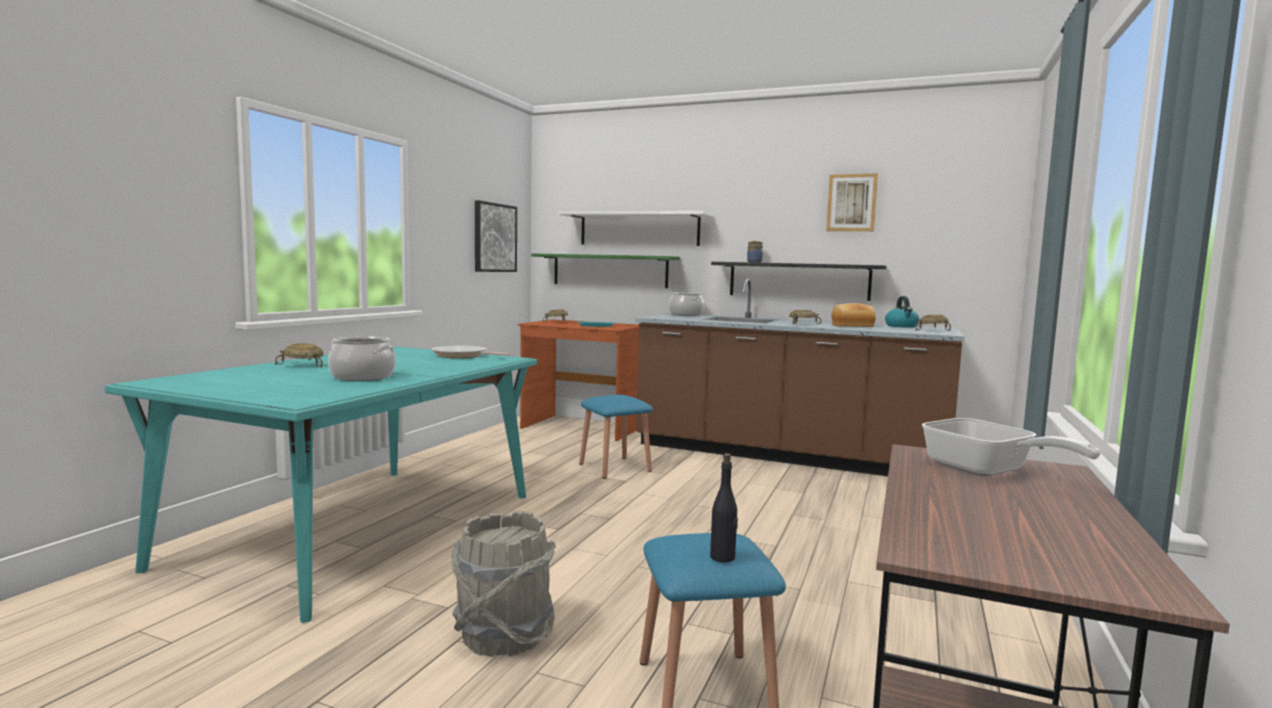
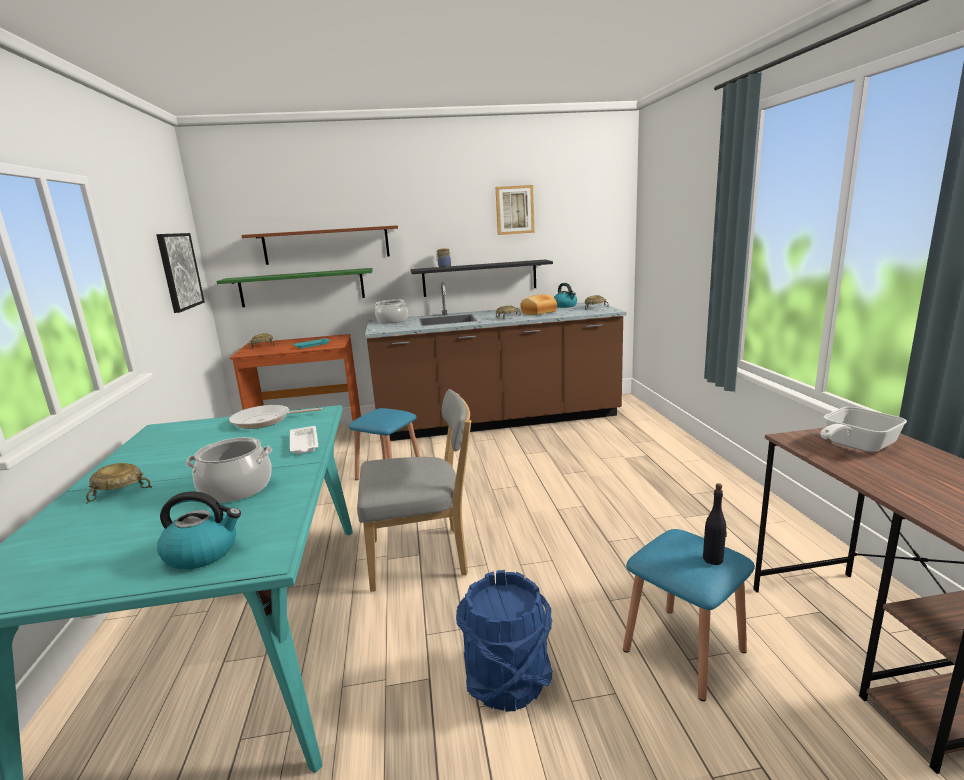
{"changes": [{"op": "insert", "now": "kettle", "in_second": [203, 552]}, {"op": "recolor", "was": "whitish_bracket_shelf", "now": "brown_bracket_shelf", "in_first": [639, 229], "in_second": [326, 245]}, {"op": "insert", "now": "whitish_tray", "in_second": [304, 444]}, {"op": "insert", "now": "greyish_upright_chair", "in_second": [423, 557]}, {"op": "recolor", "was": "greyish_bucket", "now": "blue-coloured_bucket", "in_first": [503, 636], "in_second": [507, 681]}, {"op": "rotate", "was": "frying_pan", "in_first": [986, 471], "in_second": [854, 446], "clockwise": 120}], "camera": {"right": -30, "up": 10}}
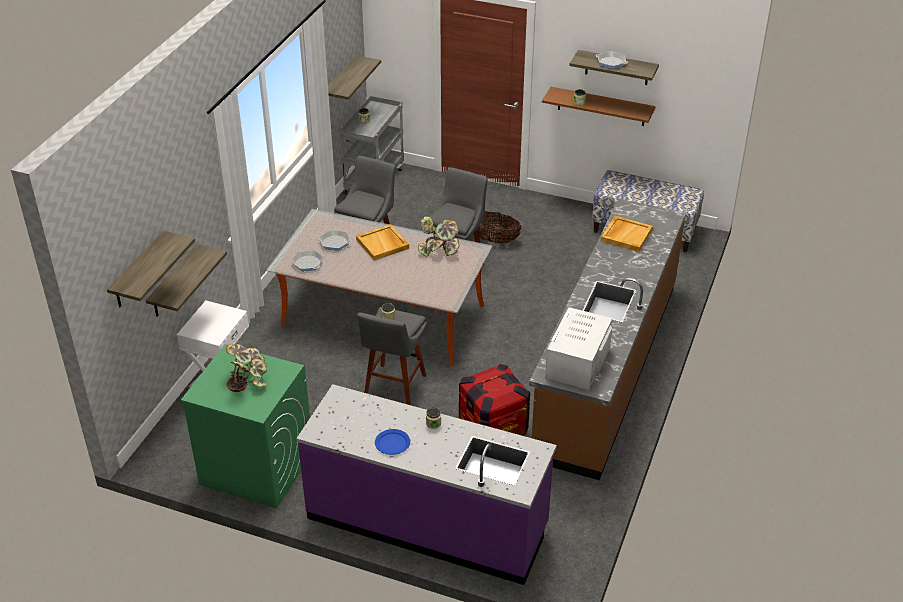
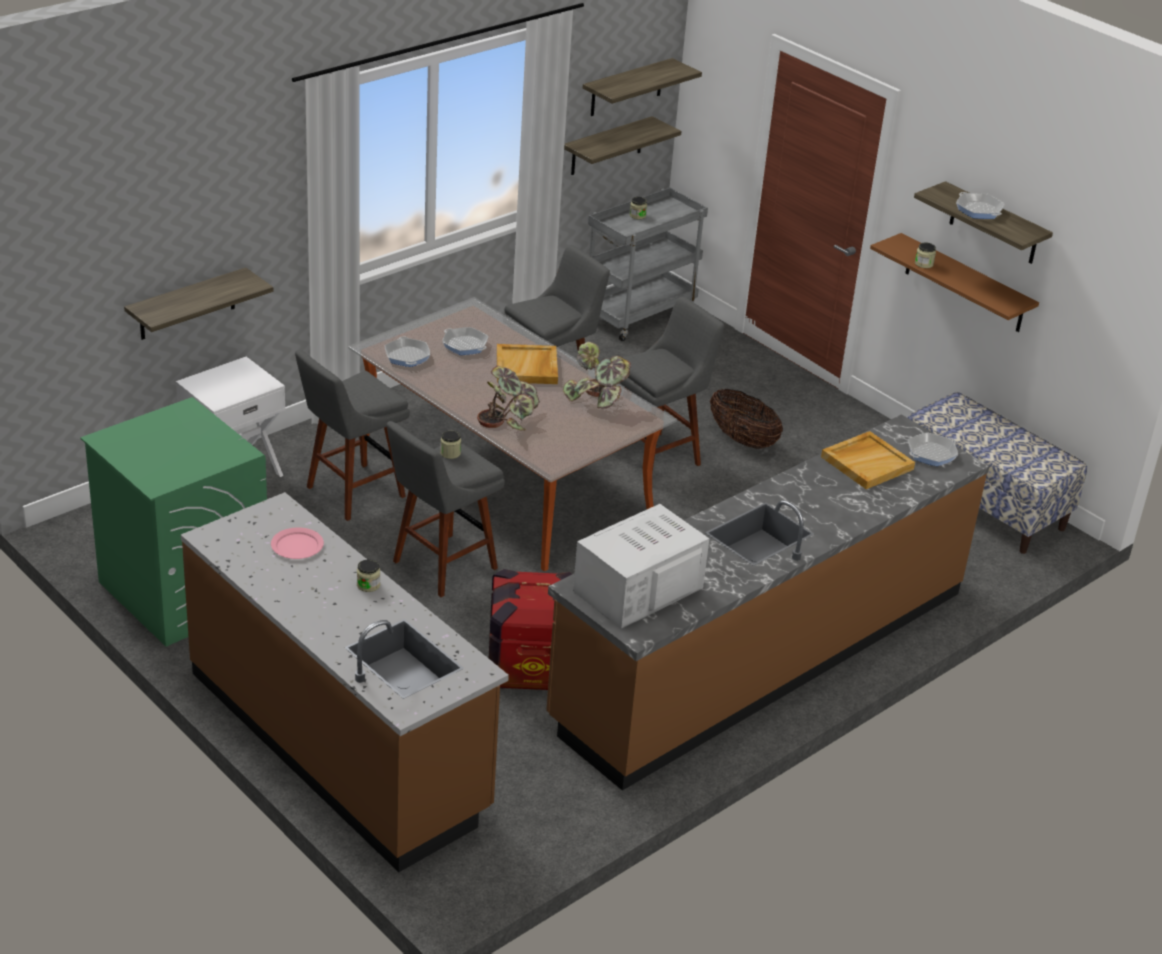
{"changes": [{"op": "recolor", "was": "purple_kitchen_base_unit", "now": "brown_kitchen_base_unit", "in_first": [427, 522], "in_second": [339, 742]}, {"op": "insert", "now": "pink-coloured_flat_dish", "in_second": [297, 546]}, {"op": "insert", "now": "greyish_sitting_stool", "in_second": [351, 493]}, {"op": "move", "was": "potted_plant", "in_first": [248, 378], "in_second": [509, 418]}, {"op": "move", "was": "bracket_shelf", "in_first": [138, 271], "in_second": [626, 88]}, {"op": "insert", "now": "frying_pan", "in_second": [931, 453]}, {"op": "delete", "was": "blue-coloured_flat_dish", "in_first": [392, 443]}], "camera": {"right": 25, "up": -5}}
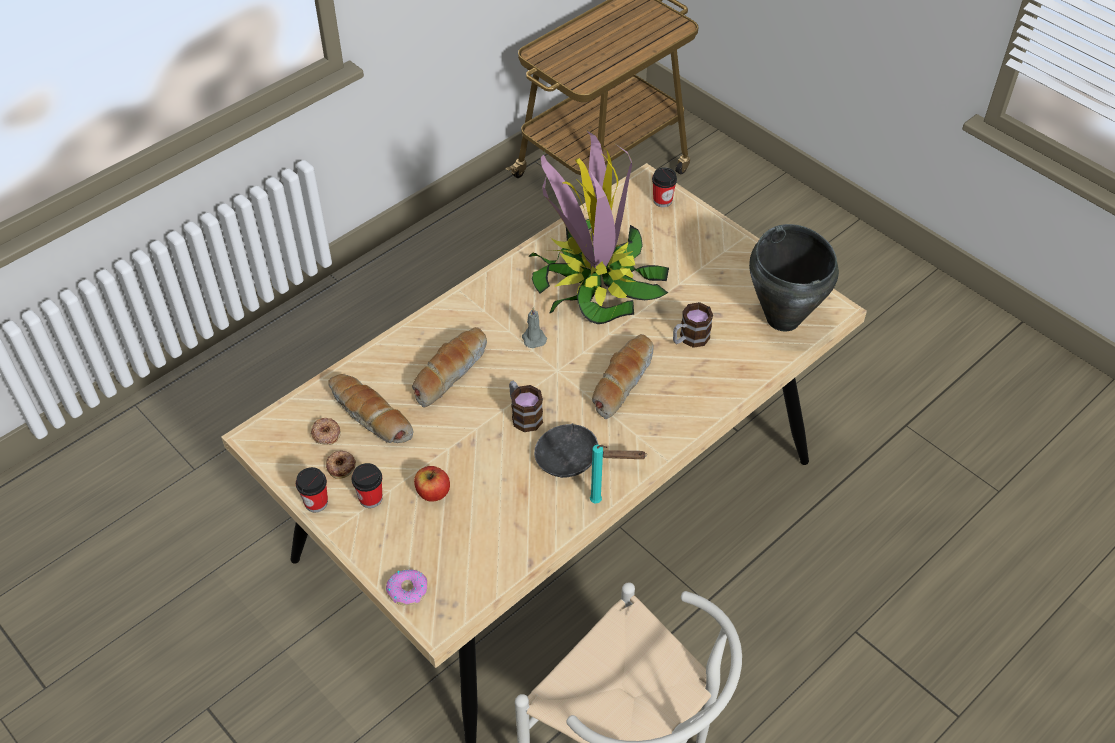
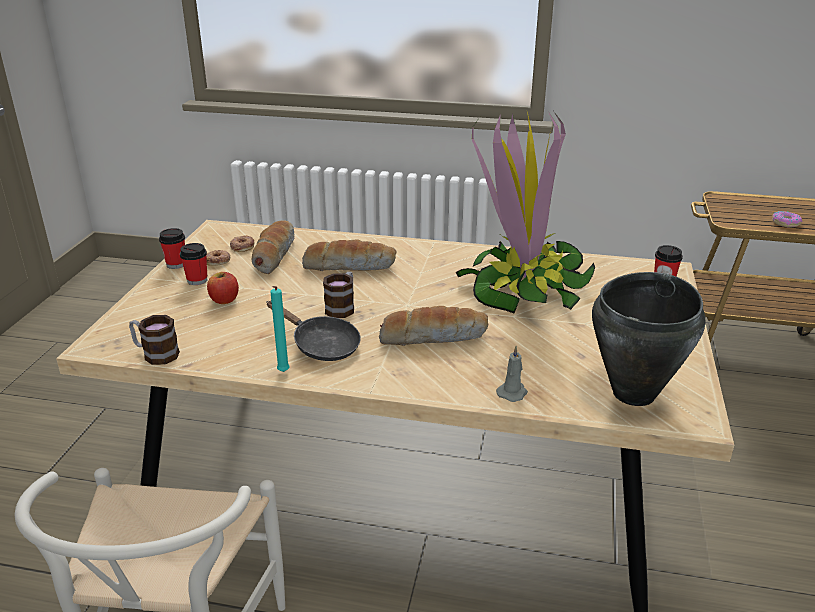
{"changes": [{"op": "move", "was": "coffee_mug", "in_first": [689, 339], "in_second": [155, 354]}, {"op": "rotate", "was": "black_frying_pan", "in_first": [574, 458], "in_second": [321, 345], "clockwise": 150}, {"op": "move", "was": "greyish_wax_candle", "in_first": [533, 338], "in_second": [512, 392]}, {"op": "move", "was": "doughnut", "in_first": [407, 590], "in_second": [785, 223]}], "camera": {"right": 55, "up": -20}}
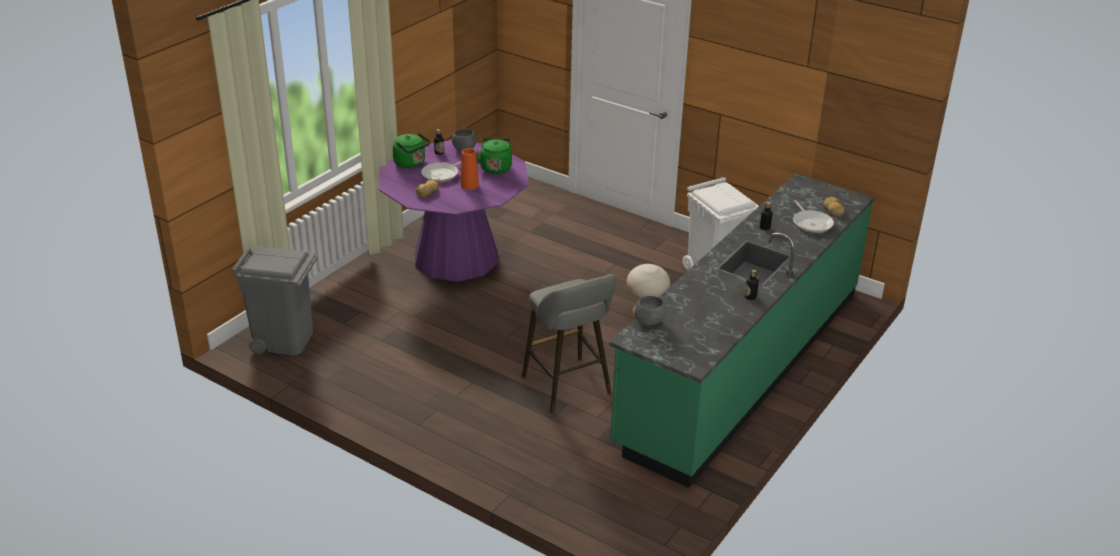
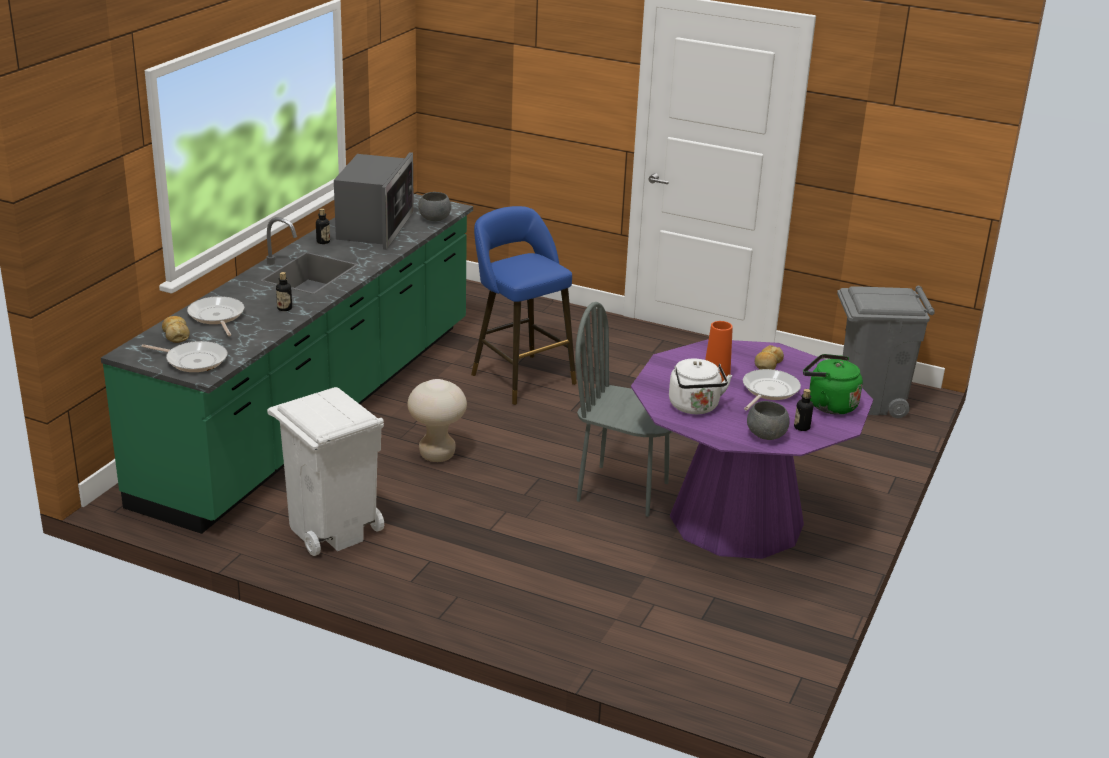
{"changes": [{"op": "insert", "now": "frying_pan", "in_second": [193, 360]}, {"op": "insert", "now": "kitchen_microwave", "in_second": [374, 227]}, {"op": "recolor", "was": "greyish_sitting_stool", "now": "blue-coloured_sitting_stool", "in_first": [569, 388], "in_second": [519, 377]}, {"op": "insert", "now": "greyish_upright_chair", "in_second": [623, 491]}, {"op": "recolor", "was": "green-coloured_kettle", "now": "whitish_kettle", "in_first": [495, 167], "in_second": [695, 407]}], "camera": {"right": 170, "up": -5}}
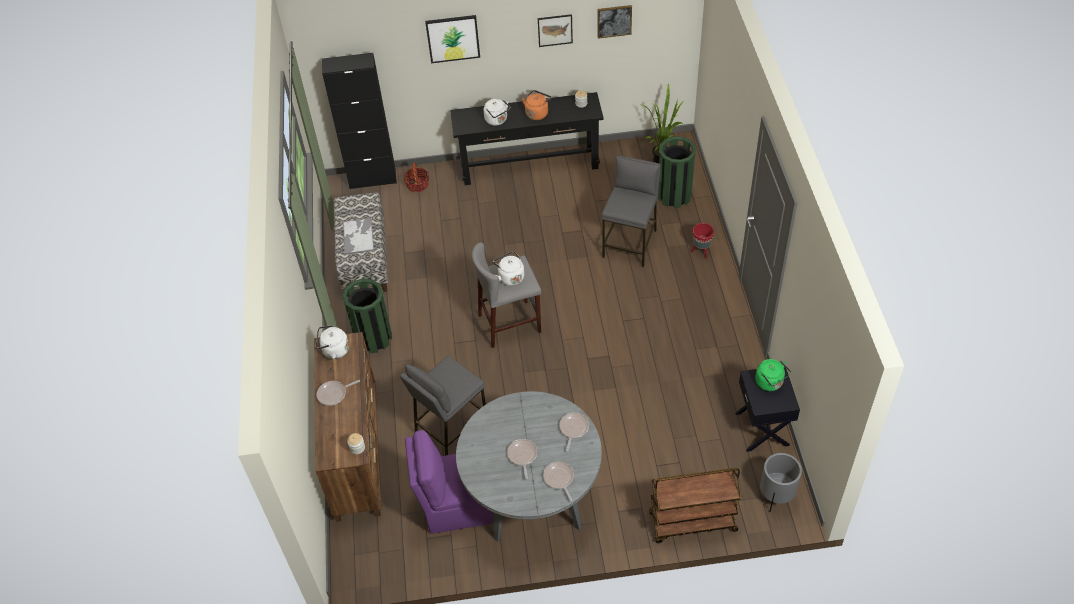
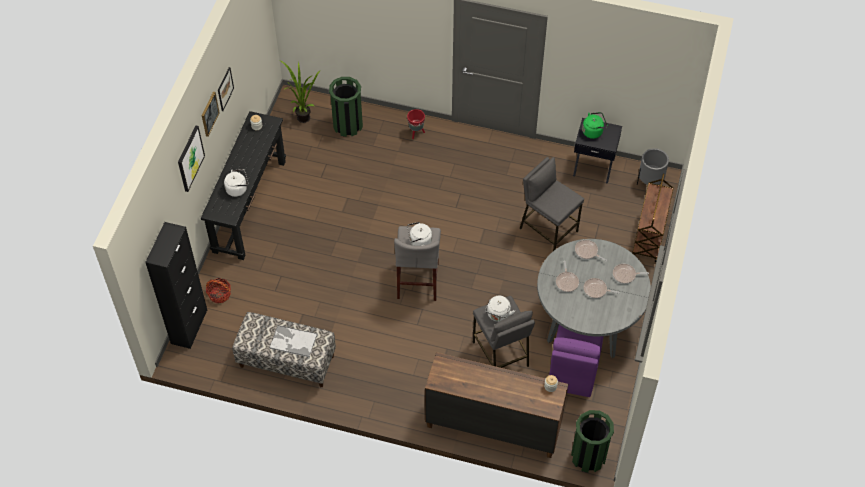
{"changes": [{"op": "move", "was": "wall_art", "in_first": [614, 21], "in_second": [209, 113]}, {"op": "move", "was": "whitish_kettle", "in_first": [334, 350], "in_second": [498, 315]}, {"op": "move", "was": "greyish_sitting_stool", "in_first": [630, 243], "in_second": [548, 230]}, {"op": "move", "was": "frying_pan", "in_first": [334, 394], "in_second": [567, 281]}, {"op": "move", "was": "green-coloured_waste_bin", "in_first": [373, 338], "in_second": [588, 456]}, {"op": "delete", "was": "orangey_kettle", "in_first": [537, 113]}], "camera": {"right": -70, "up": 5}}
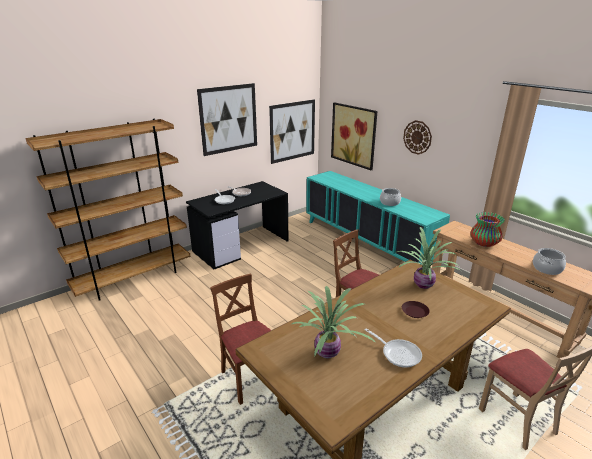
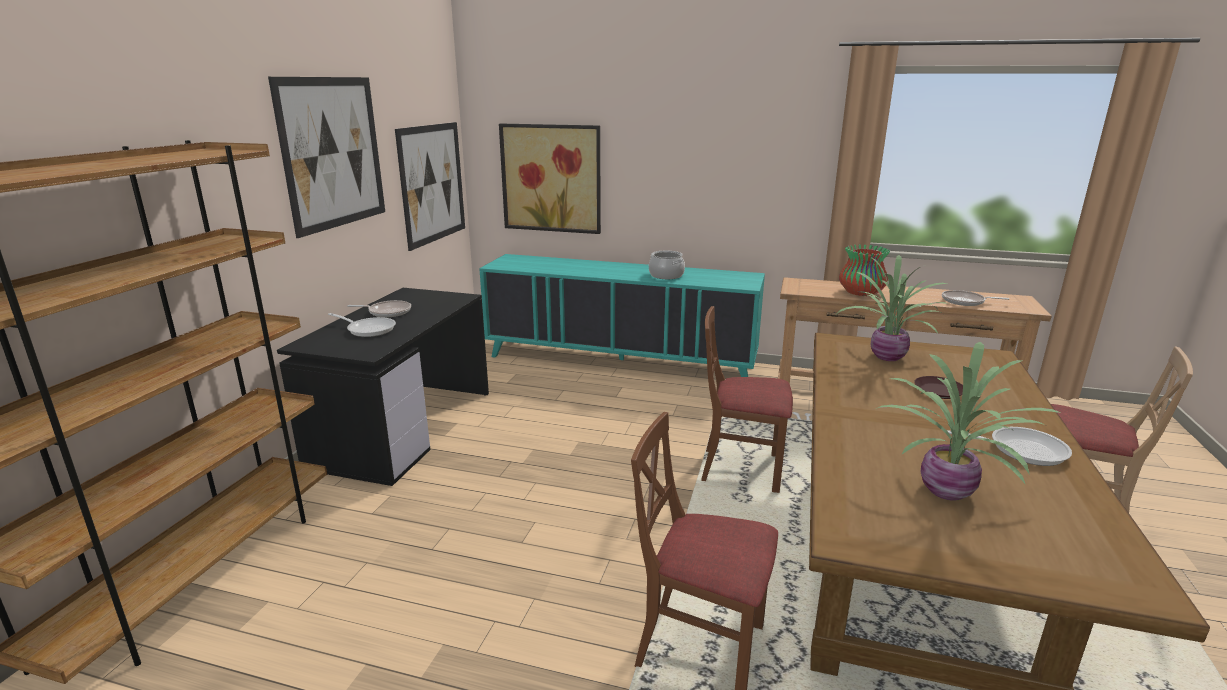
{"changes": [{"op": "replace", "was": "saucepot", "now": "frying_pan", "in_first": [547, 269], "in_second": [965, 302]}, {"op": "delete", "was": "wall_clock", "in_first": [417, 137]}], "camera": {"right": -35, "up": -5}}
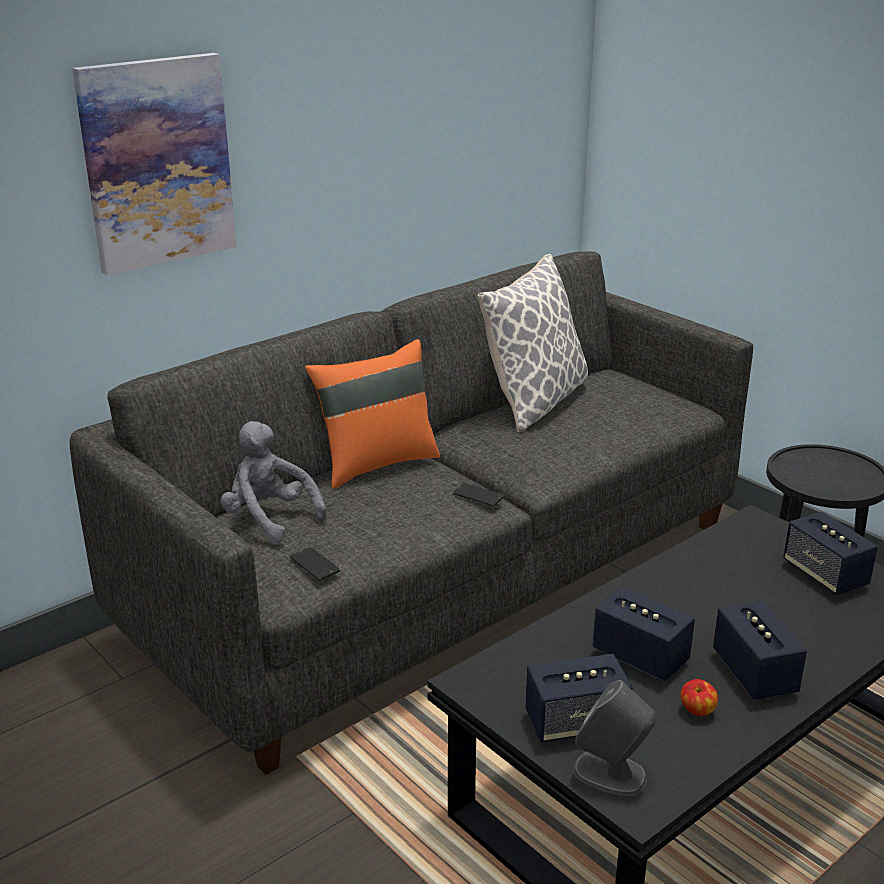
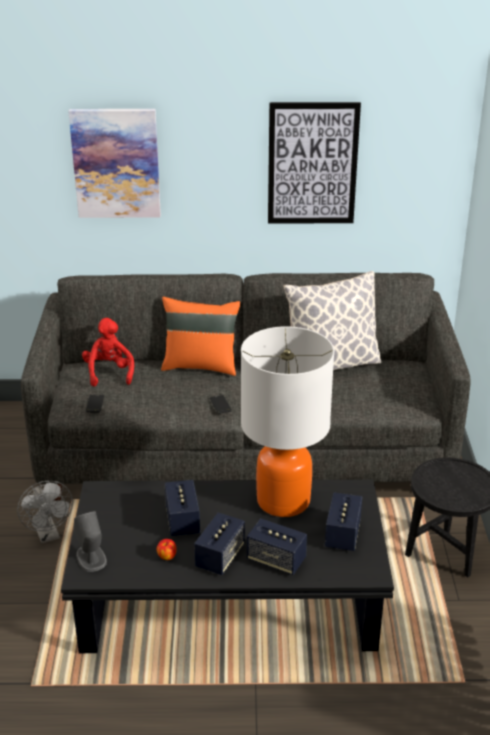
{"changes": [{"op": "insert", "now": "greyish_fan", "in_second": [48, 535]}, {"op": "recolor", "was": "greyish_soft_toy", "now": "reddish_soft_toy", "in_first": [269, 518], "in_second": [109, 373]}, {"op": "insert", "now": "lamp_for_a_table", "in_second": [283, 501]}, {"op": "move", "was": "speaker", "in_first": [575, 723], "in_second": [276, 560]}, {"op": "insert", "now": "wall_art", "in_second": [312, 164]}], "camera": {"right": 40, "up": 5}}
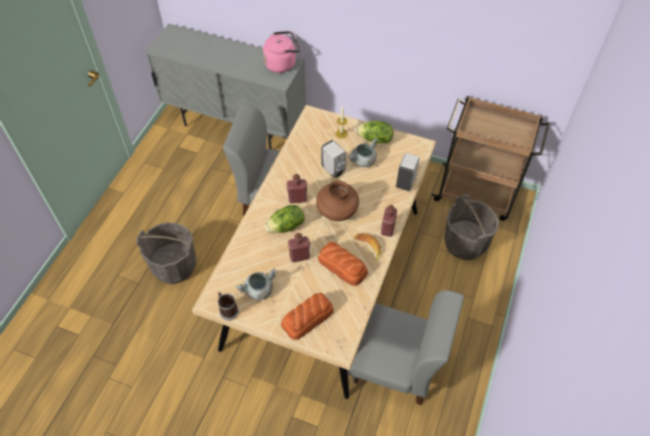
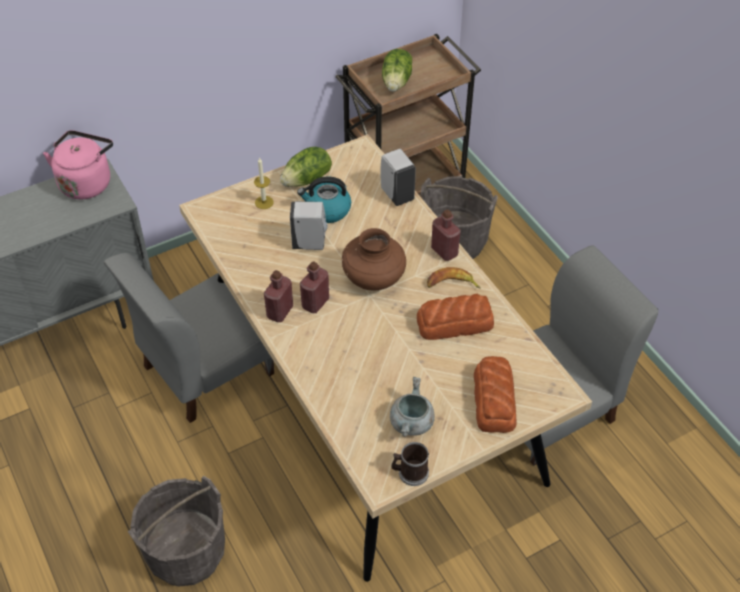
{"changes": [{"op": "move", "was": "reddish_drink_bottle", "in_first": [299, 256], "in_second": [280, 312]}, {"op": "replace", "was": "greyish_saucepot", "now": "kettle", "in_first": [363, 161], "in_second": [327, 210]}, {"op": "move", "was": "head_of_lettuce", "in_first": [286, 227], "in_second": [397, 82]}], "camera": {"right": -50, "up": -5}}
